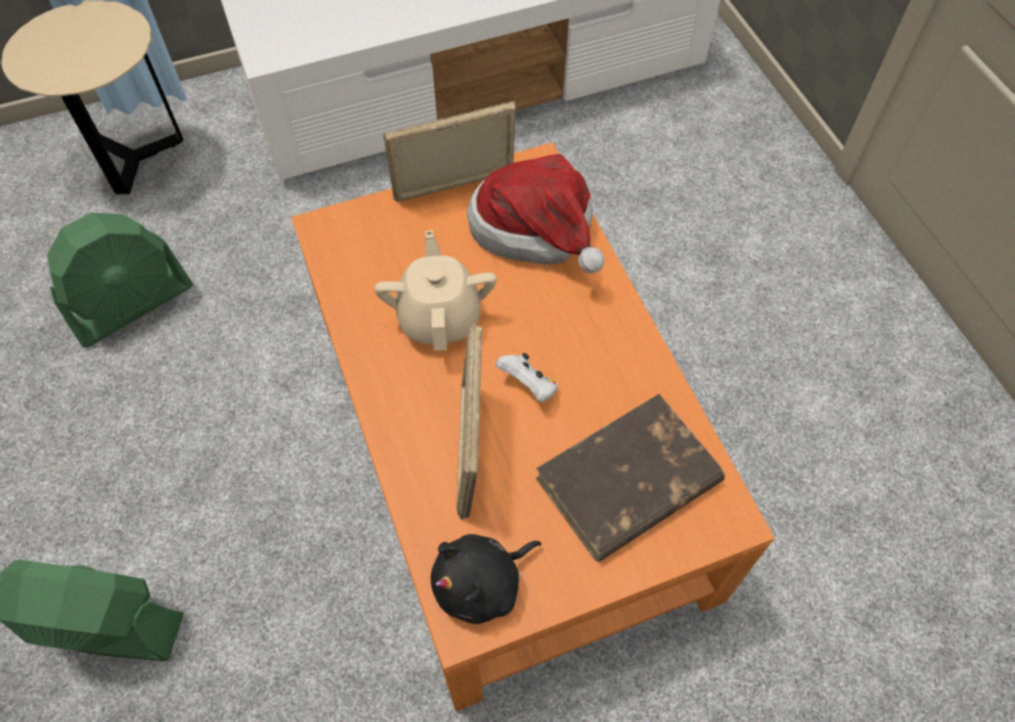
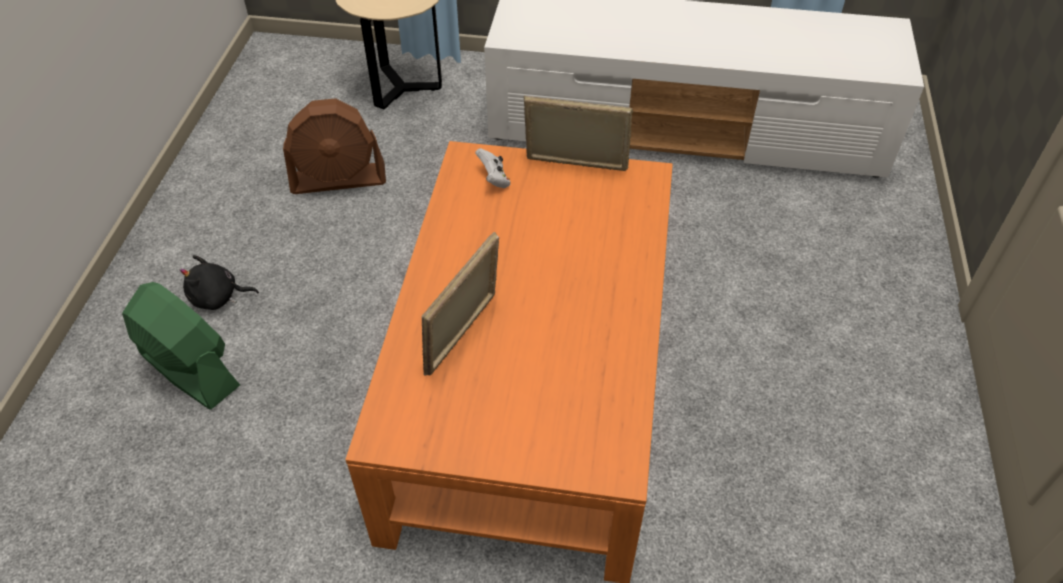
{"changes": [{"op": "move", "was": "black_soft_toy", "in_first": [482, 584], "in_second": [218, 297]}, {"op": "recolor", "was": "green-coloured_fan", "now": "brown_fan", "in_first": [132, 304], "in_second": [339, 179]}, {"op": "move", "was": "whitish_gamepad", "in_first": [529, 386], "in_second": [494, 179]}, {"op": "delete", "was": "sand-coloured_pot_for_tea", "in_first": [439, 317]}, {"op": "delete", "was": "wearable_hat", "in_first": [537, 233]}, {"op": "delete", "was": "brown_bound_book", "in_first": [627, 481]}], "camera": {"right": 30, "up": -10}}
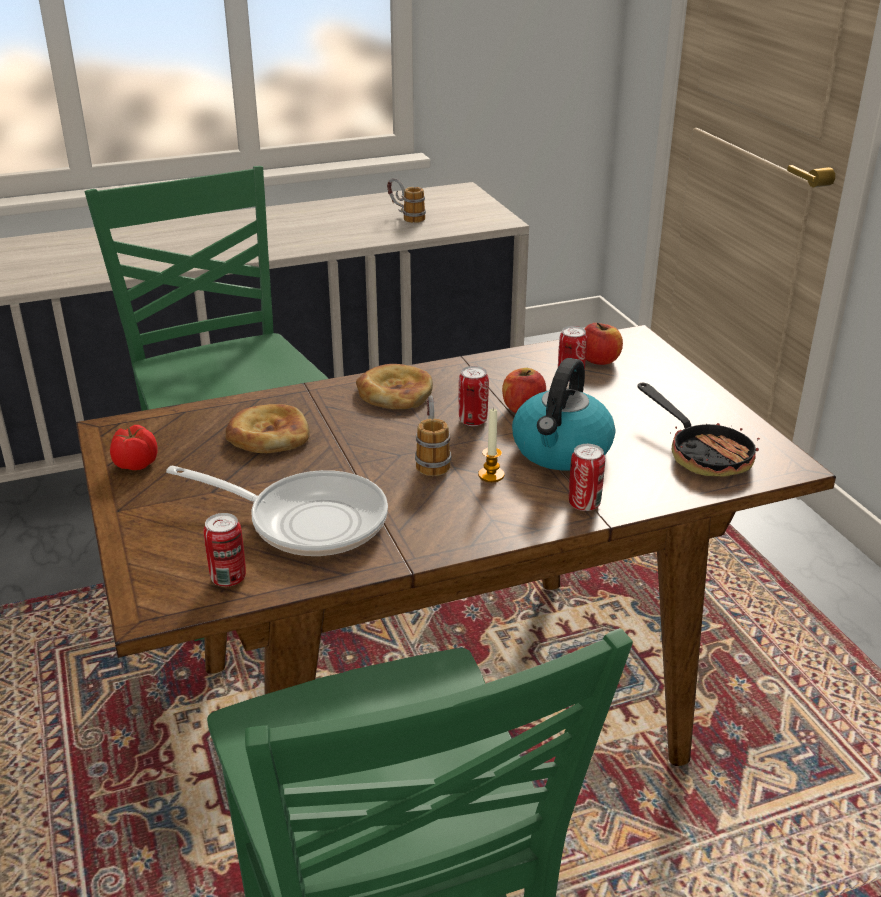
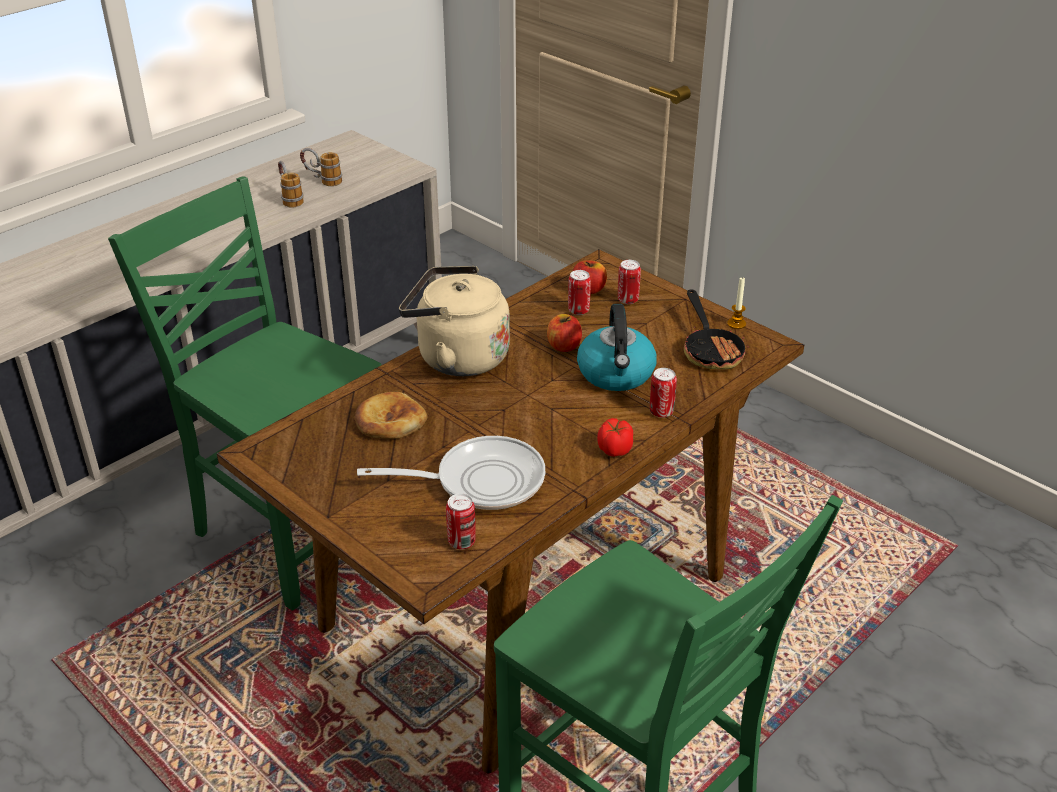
{"changes": [{"op": "move", "was": "coffee_mug", "in_first": [432, 458], "in_second": [289, 198]}, {"op": "replace", "was": "bakery_bread", "now": "sand-coloured_kettle", "in_first": [394, 392], "in_second": [457, 357]}, {"op": "move", "was": "fresh_tomato", "in_first": [135, 464], "in_second": [614, 450]}, {"op": "move", "was": "metal_can", "in_first": [473, 421], "in_second": [628, 300]}, {"op": "rotate", "was": "frying_pan", "in_first": [702, 453], "in_second": [711, 350], "clockwise": 45}, {"op": "move", "was": "wax_candle", "in_first": [491, 475], "in_second": [736, 324]}], "camera": {"right": -25, "up": 5}}
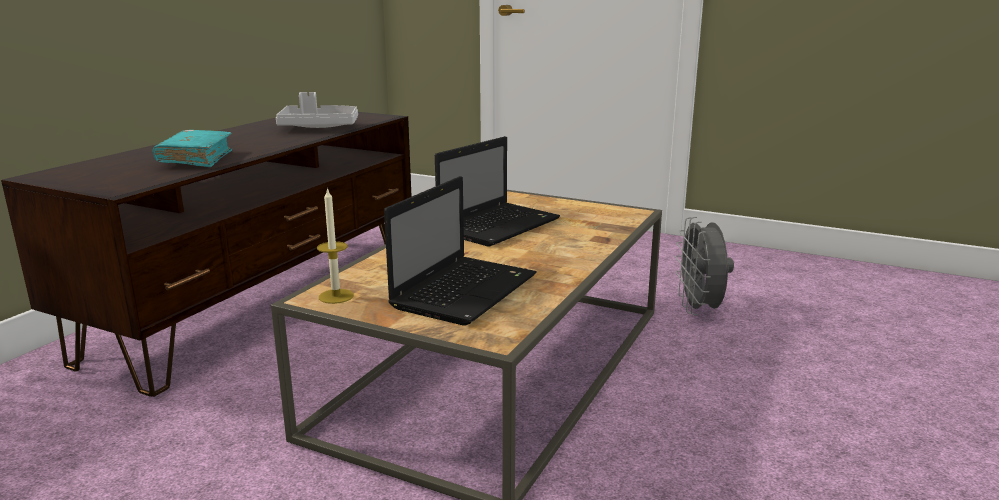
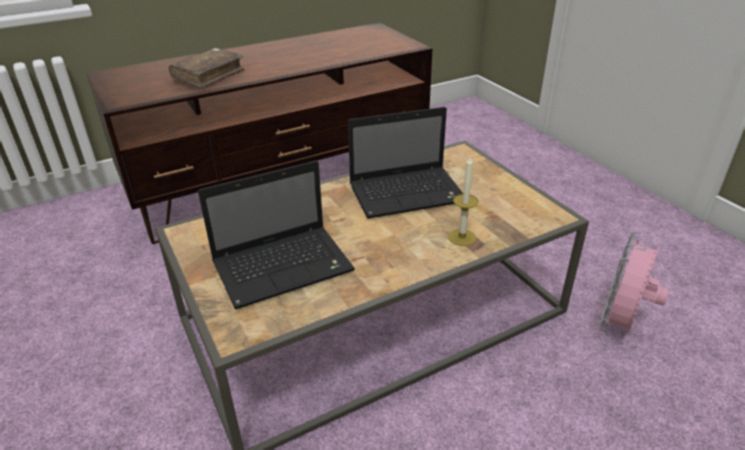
{"changes": [{"op": "recolor", "was": "blue-green_bound_book", "now": "brown_bound_book", "in_first": [196, 159], "in_second": [208, 76]}, {"op": "move", "was": "wax_candle", "in_first": [336, 296], "in_second": [462, 237]}, {"op": "recolor", "was": "greyish_fan", "now": "pink-coloured_fan", "in_first": [699, 310], "in_second": [621, 325]}, {"op": "delete", "was": "greyish_tray", "in_first": [319, 127]}], "camera": {"right": 35, "up": 15}}
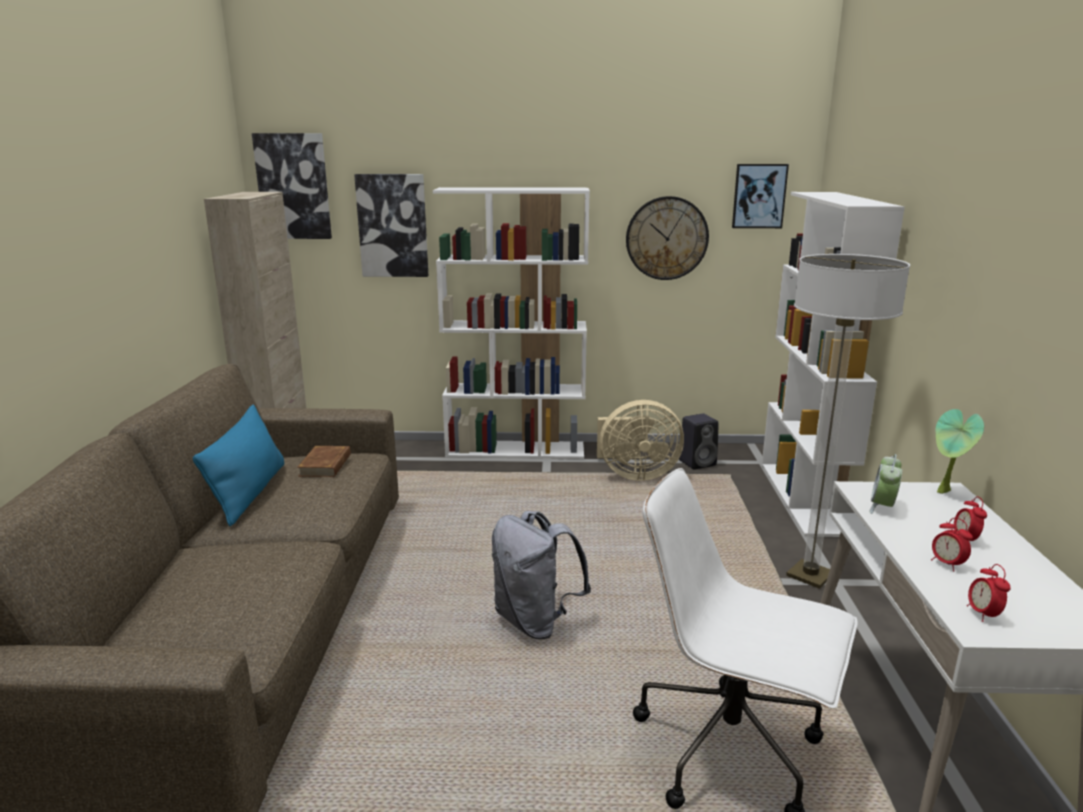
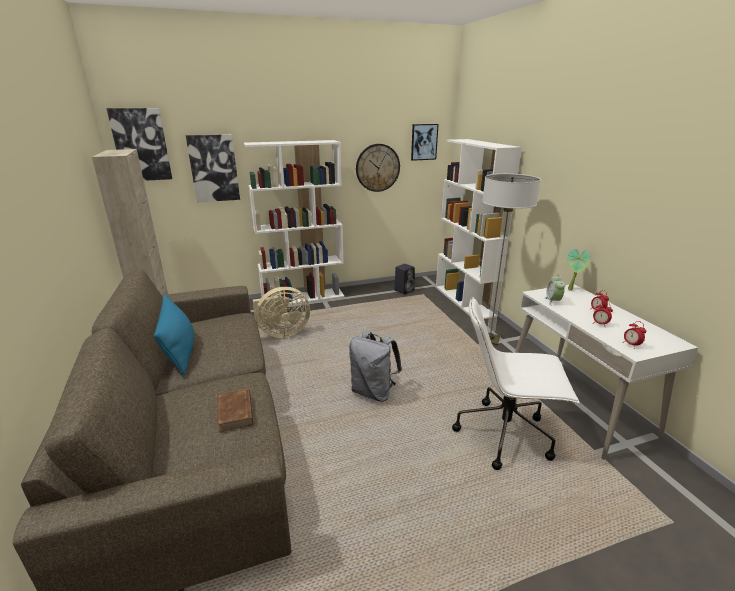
{"changes": [{"op": "move", "was": "brown_bound_book", "in_first": [326, 465], "in_second": [236, 412]}, {"op": "move", "was": "sand-coloured_fan", "in_first": [635, 474], "in_second": [282, 333]}], "camera": {"right": -20, "up": 5}}
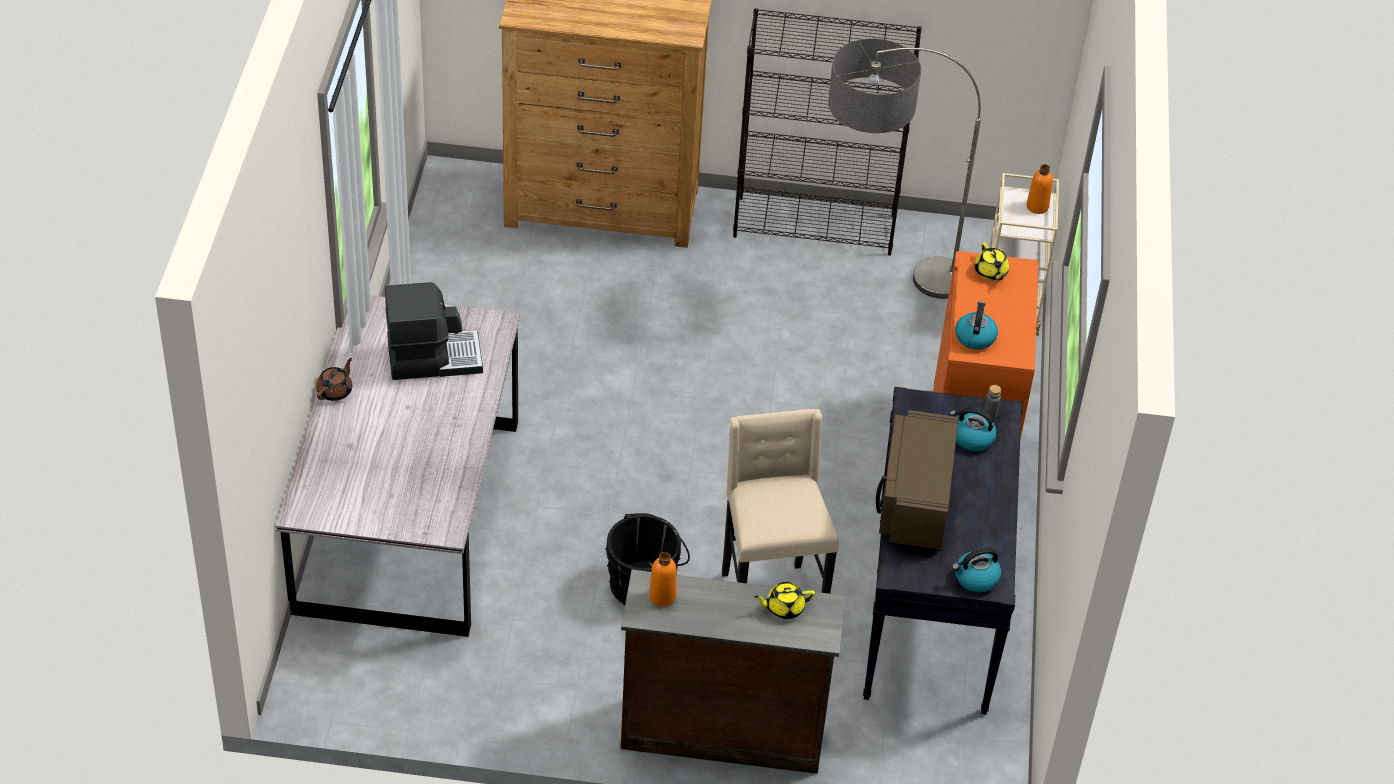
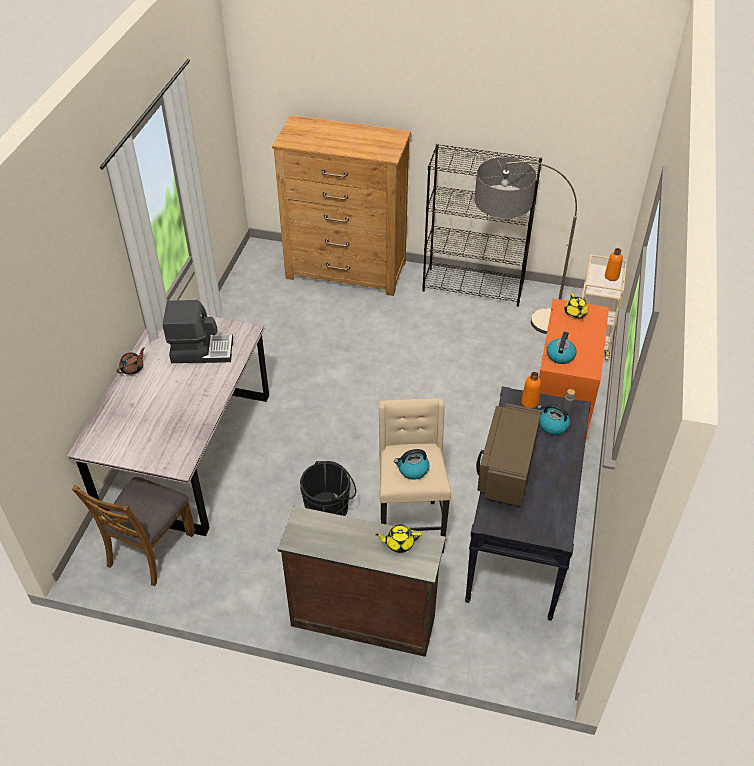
{"changes": [{"op": "insert", "now": "brown_upright_chair", "in_second": [150, 549]}, {"op": "move", "was": "kettle", "in_first": [975, 578], "in_second": [412, 470]}, {"op": "move", "was": "orangey_drink_bottle", "in_first": [662, 597], "in_second": [529, 402]}], "camera": {"right": 10, "up": 0}}
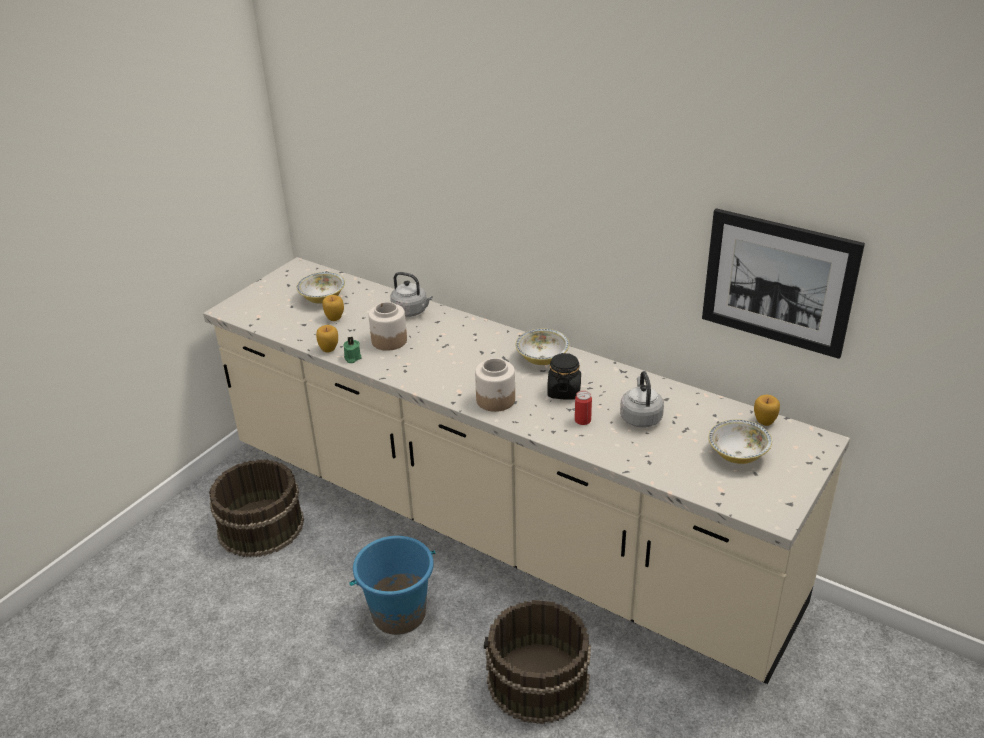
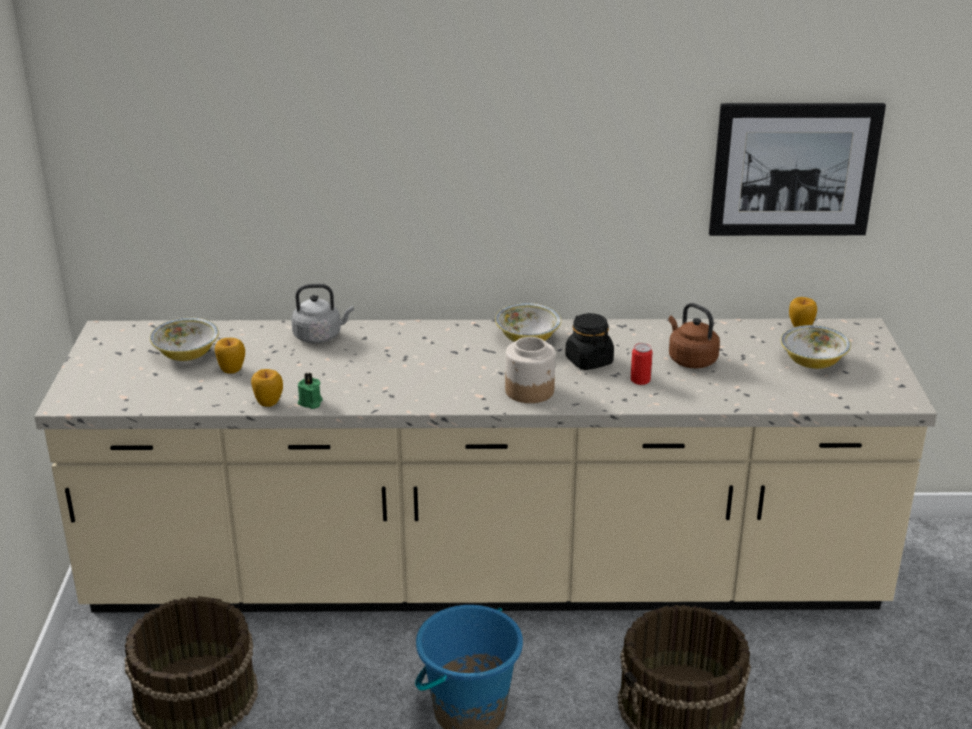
{"changes": [{"op": "recolor", "was": "greyish_kettle", "now": "brown_kettle", "in_first": [640, 417], "in_second": [690, 360]}, {"op": "delete", "was": "jar", "in_first": [389, 340]}], "camera": {"right": -35, "up": -5}}
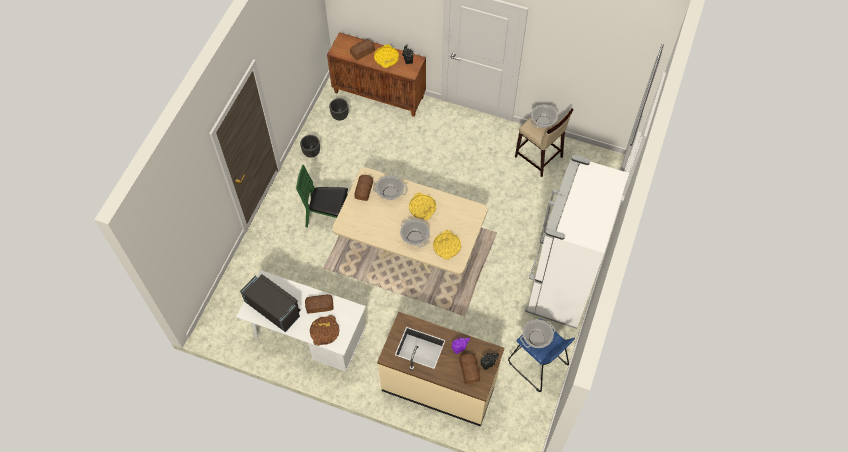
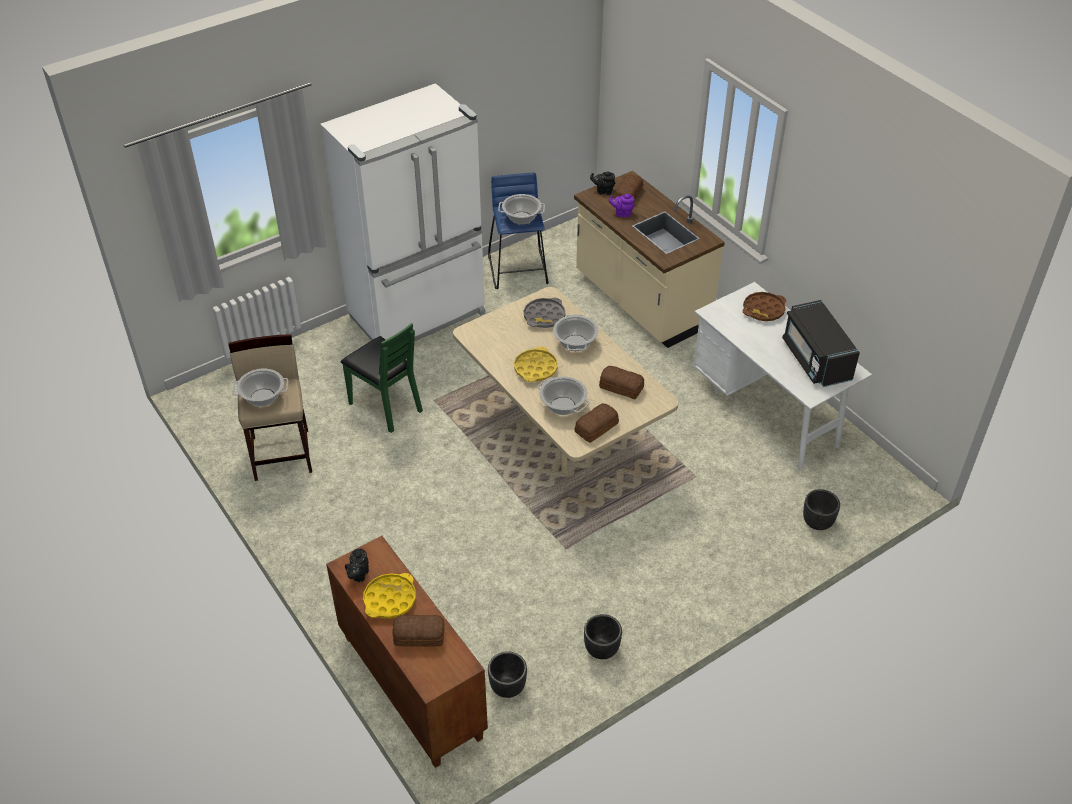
{"changes": [{"op": "move", "was": "green-coloured_upright_chair", "in_first": [328, 218], "in_second": [386, 406]}, {"op": "recolor", "was": "yellow-coloured_tray", "now": "greyish_tray", "in_first": [446, 246], "in_second": [544, 316]}, {"op": "move", "was": "bakery_bread", "in_first": [320, 306], "in_second": [621, 386]}, {"op": "insert", "now": "black_flower_pot", "in_second": [817, 523]}], "camera": {"right": -145, "up": -15}}
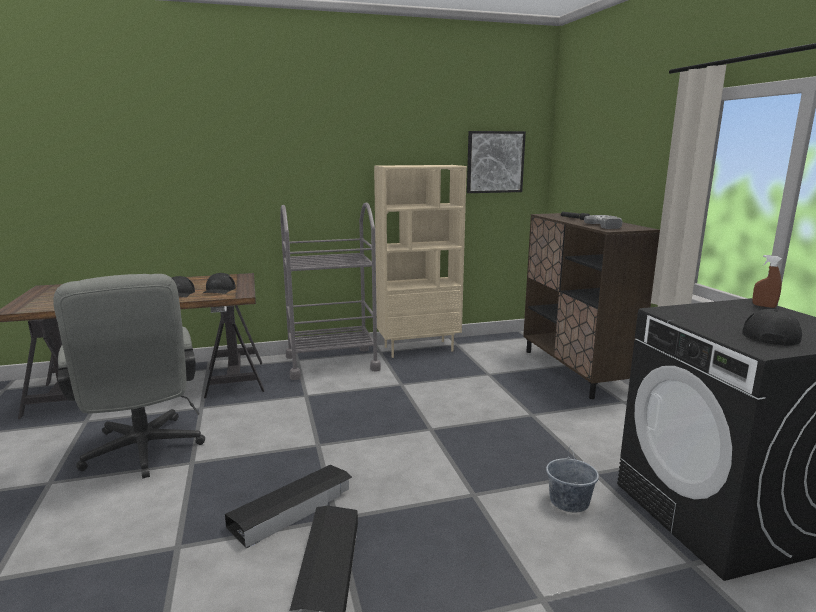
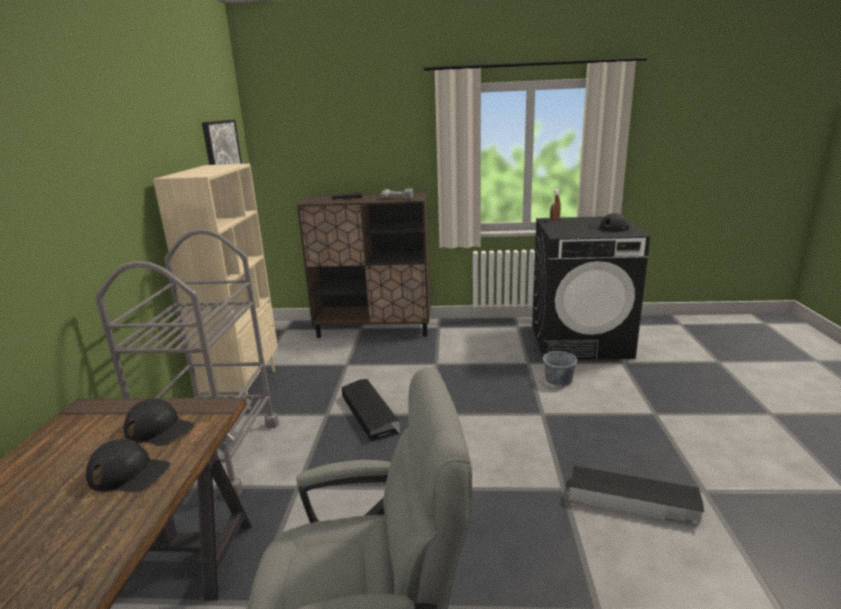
{"changes": [{"op": "move", "was": "black_storage_bin", "in_first": [293, 509], "in_second": [369, 413]}], "camera": {"right": -70, "up": 5}}
